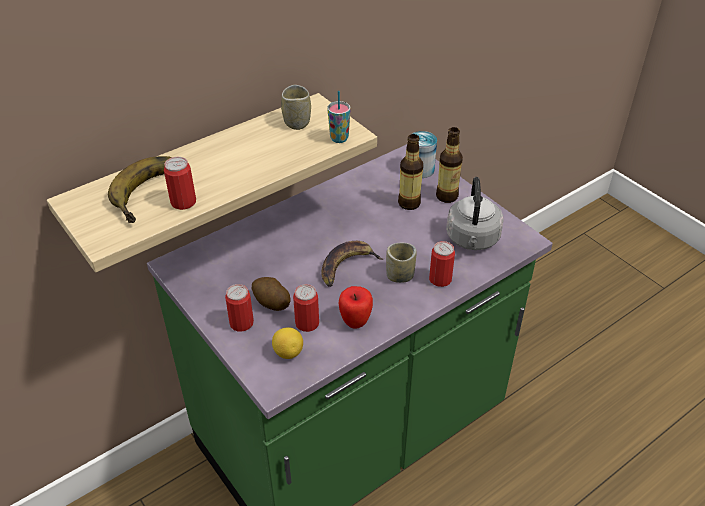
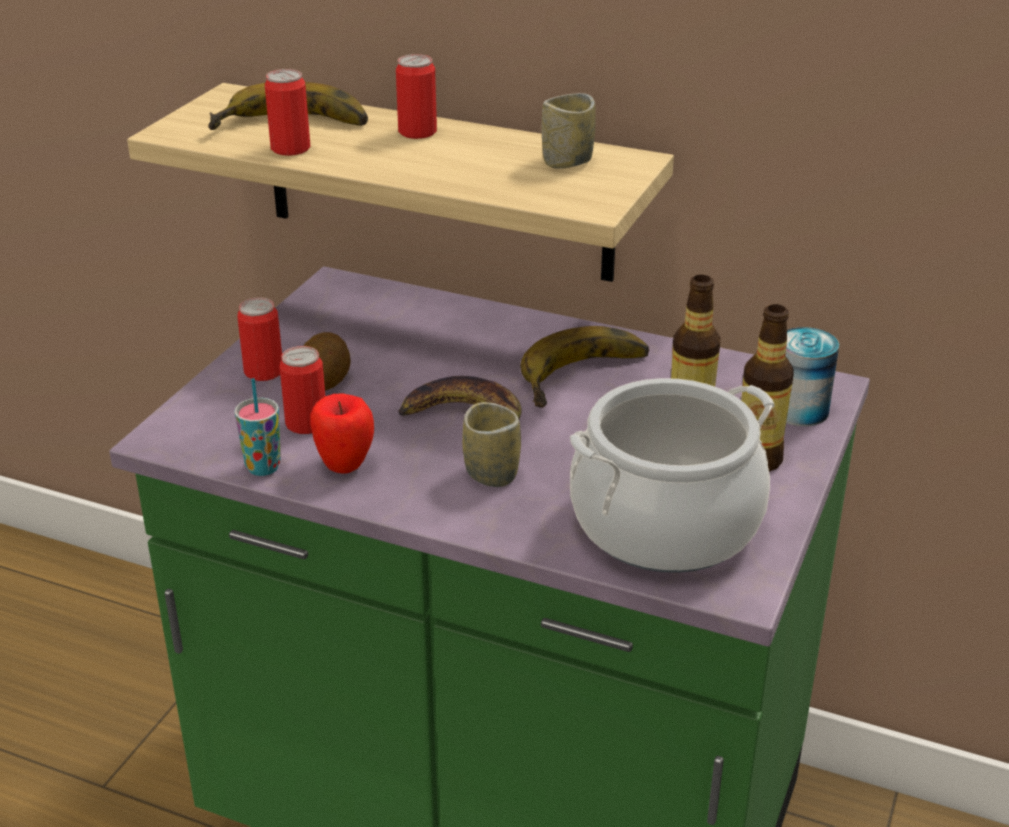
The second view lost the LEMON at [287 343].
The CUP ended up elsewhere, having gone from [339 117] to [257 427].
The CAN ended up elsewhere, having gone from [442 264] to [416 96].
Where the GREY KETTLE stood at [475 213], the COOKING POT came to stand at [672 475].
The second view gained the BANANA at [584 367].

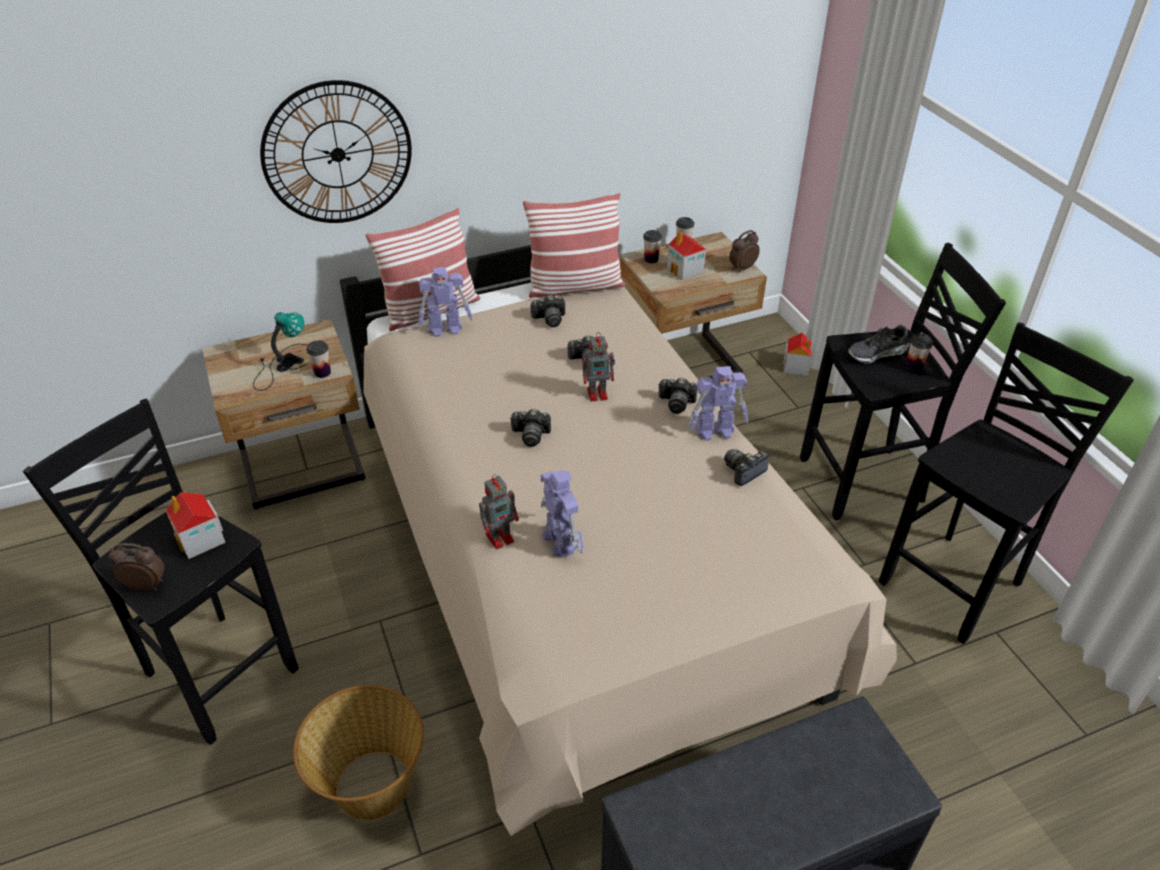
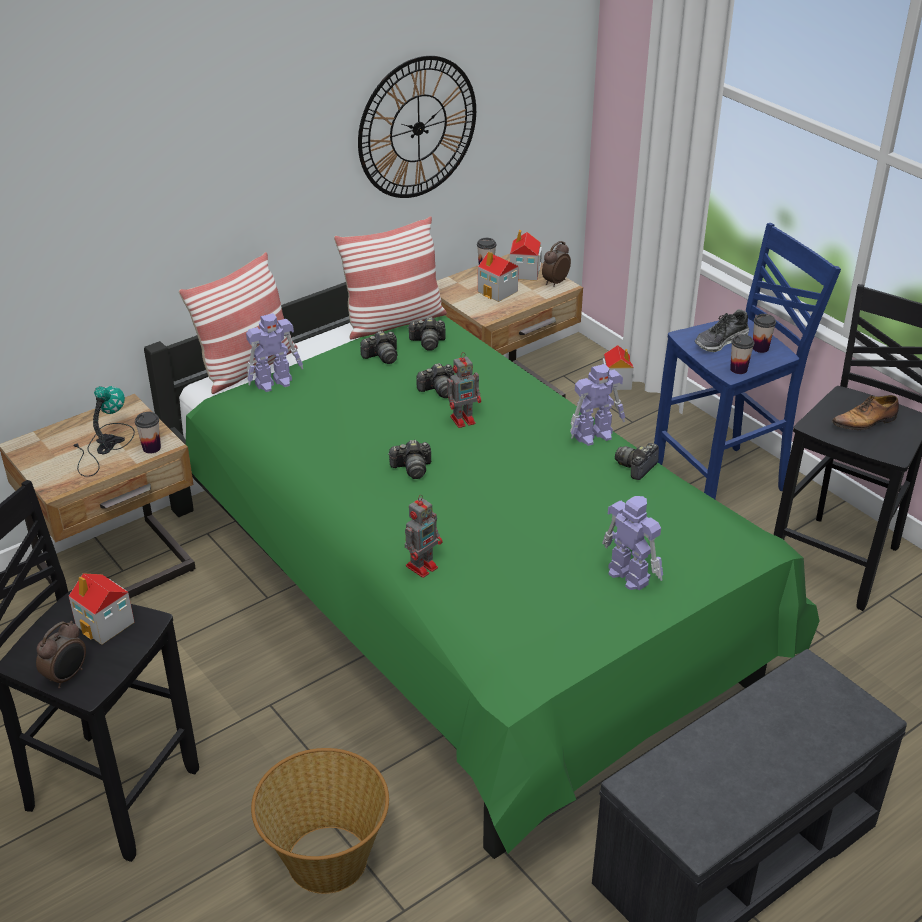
The ALARM CLOCK at [137 567] ended up facing another way, 135 degrees clockwise from before.
The WALL CLOCK ended up elsewhere, having gone from [336 151] to [417 127].
What was the BEIGE BED at [618 540] turned into the GREEN BED at [482 570].
The TOY ROBOT ended up elsewhere, having gone from [562 514] to [632 543].
The CUP ended up elsewhere, having gone from [652 246] to [742 354].
The PHOTO CAMERA ended up elsewhere, having gone from [677 395] to [426 334].
What was the BLACK STOOL at [903 381] turned into the BLUE STOOL at [747 361].
The second view gained the TOY HOUSE at [525 255].
The second view gained the SHOE at [865 412].

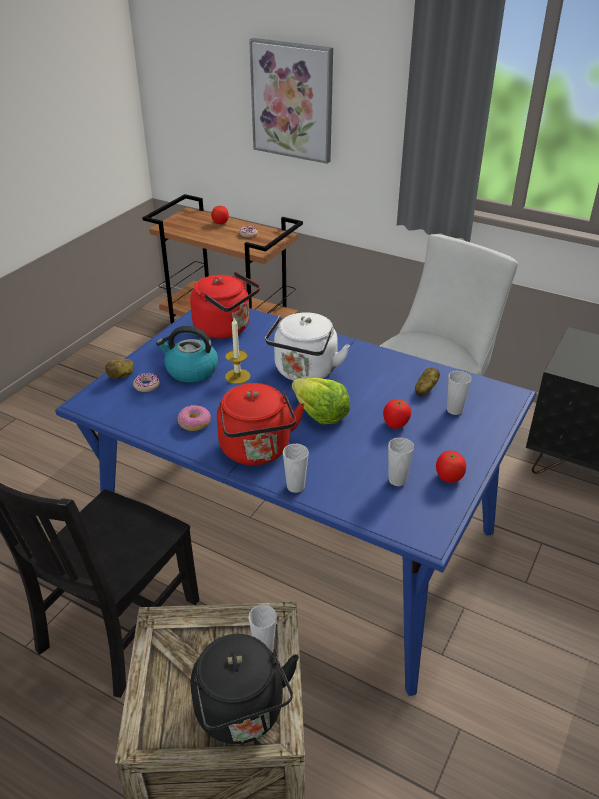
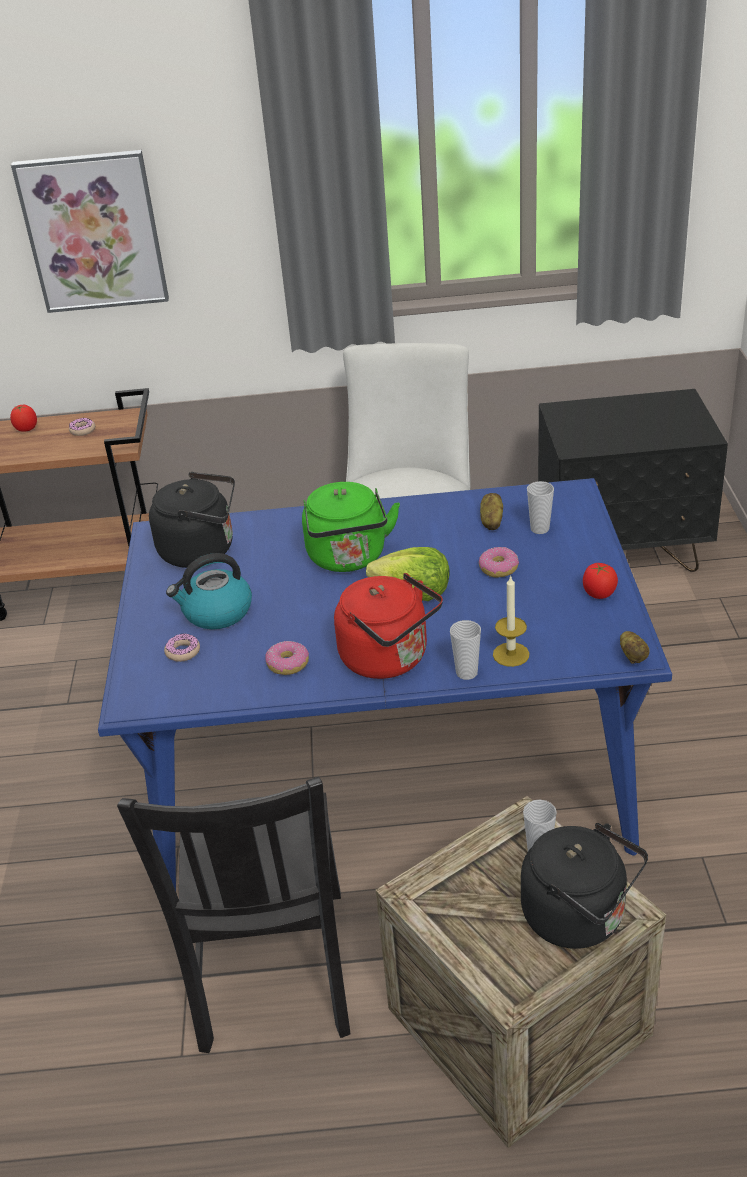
The POTATO ended up elsewhere, having gone from [119 369] to [635 647].
What was the RED KETTLE at [225 305] turned into the BLACK KETTLE at [192 520].
The CANDLE ended up elsewhere, having gone from [237 351] to [511 621].
What was the WHITE KETTLE at [307 346] turned into the GREEN KETTLE at [351 527].
Where the TOMATO stood at [397 414], the DONUT came to stand at [499 562].
The second view lost the CUP at [401 461].

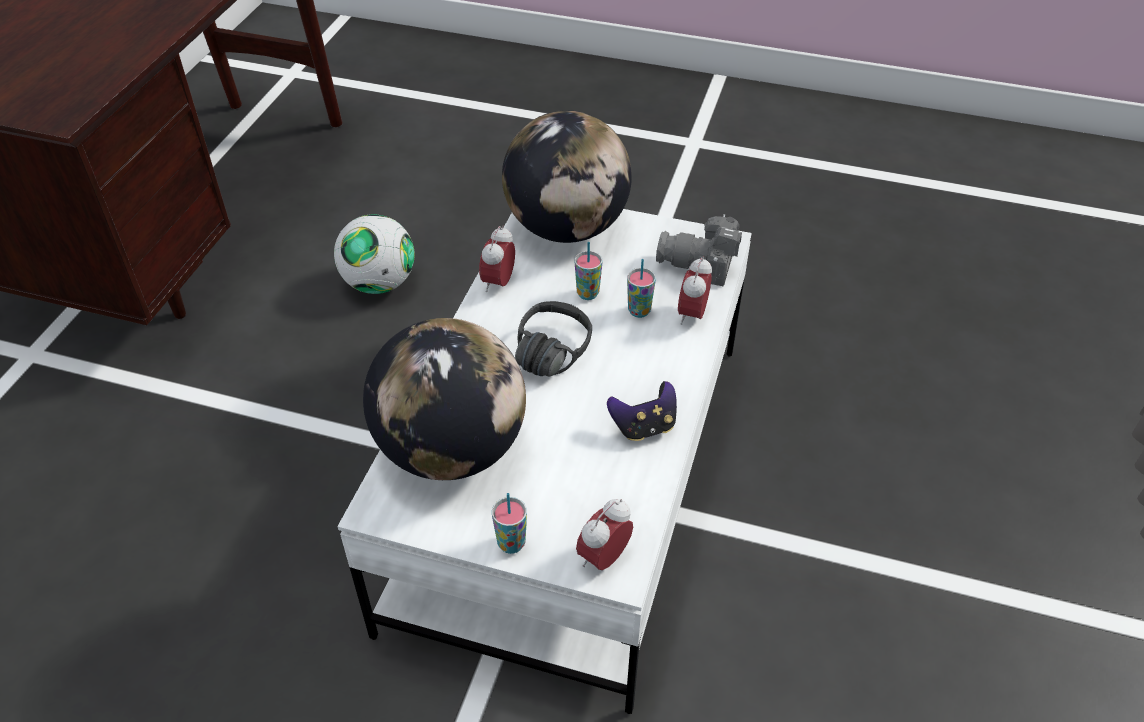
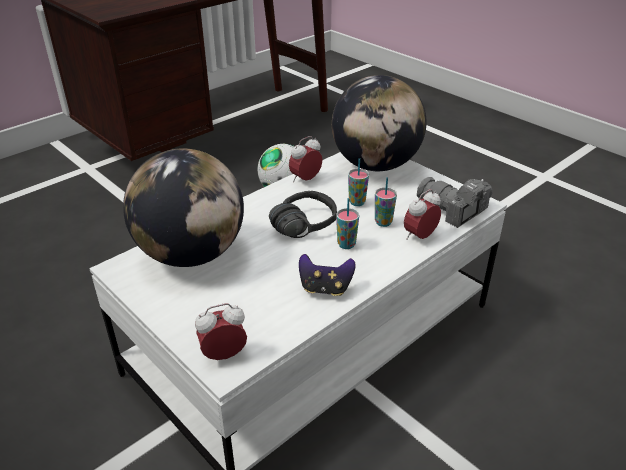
The CUP ended up elsewhere, having gone from [509 523] to [347 223].

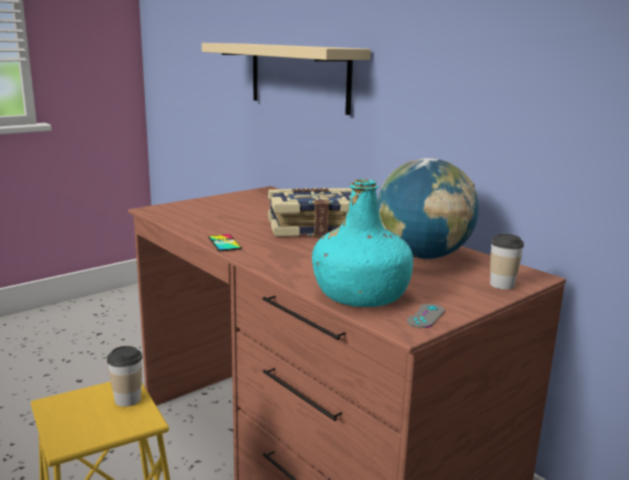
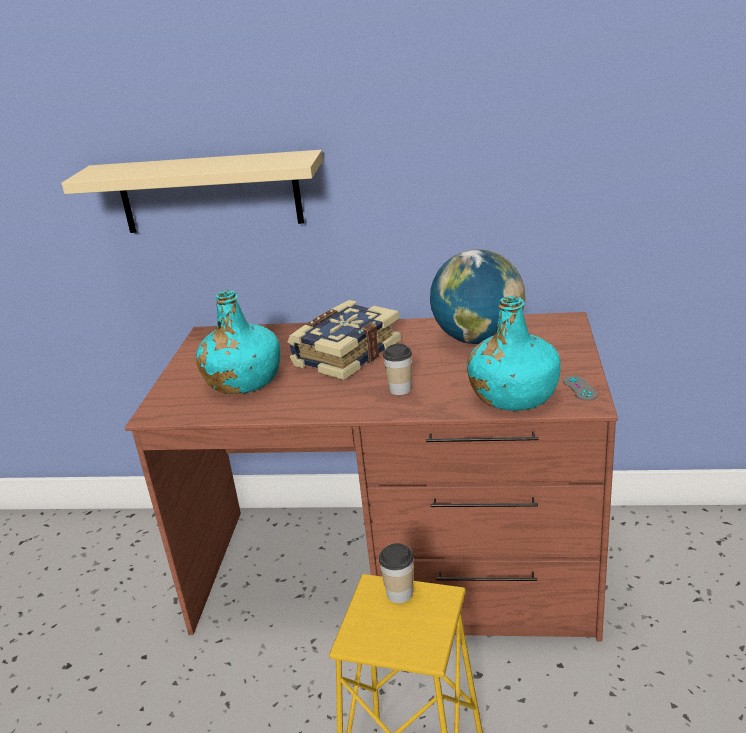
The second view lost the PHONE at [225 243].
The CUP ended up elsewhere, having gone from [507 261] to [397 369].
The second view gained the TURQUOISE BOTTLE at [238 342].

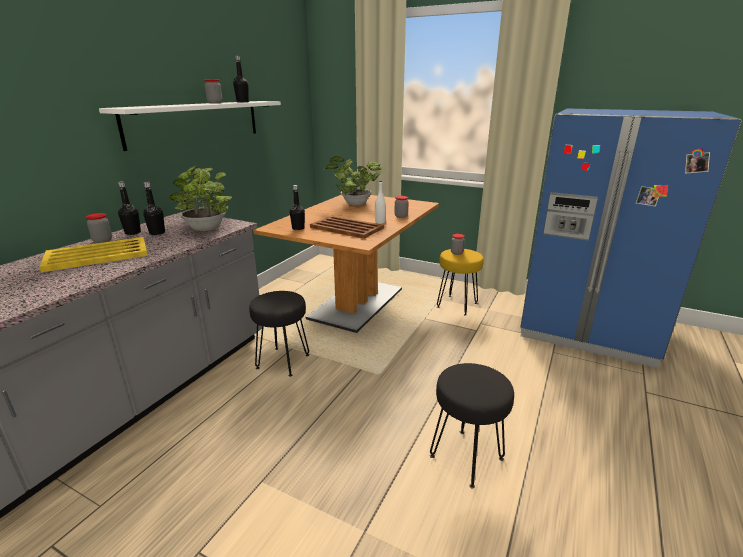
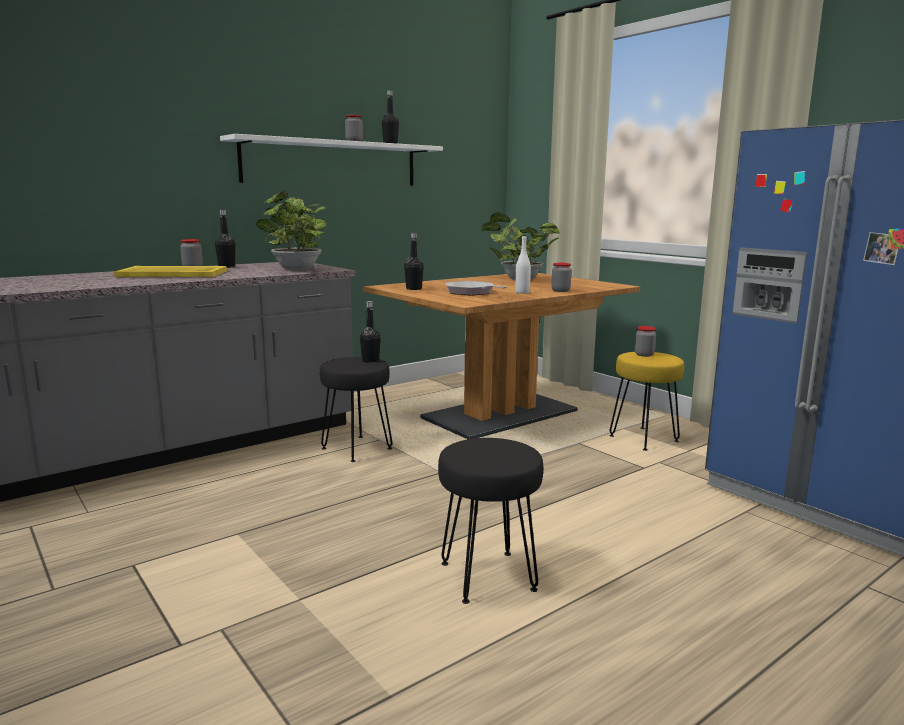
The BLACK BOTTLE ended up elsewhere, having gone from [154 208] to [370 332].
Where the BROWN TRAY stood at [347 227], the FRYING PAN came to stand at [476 288].

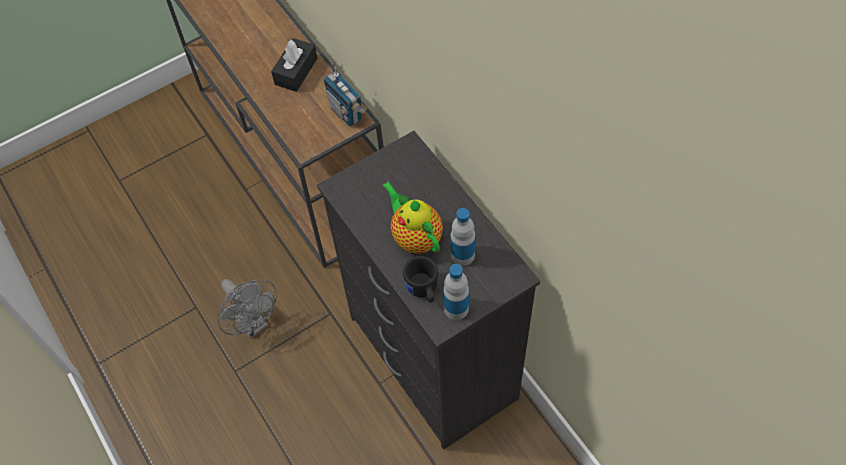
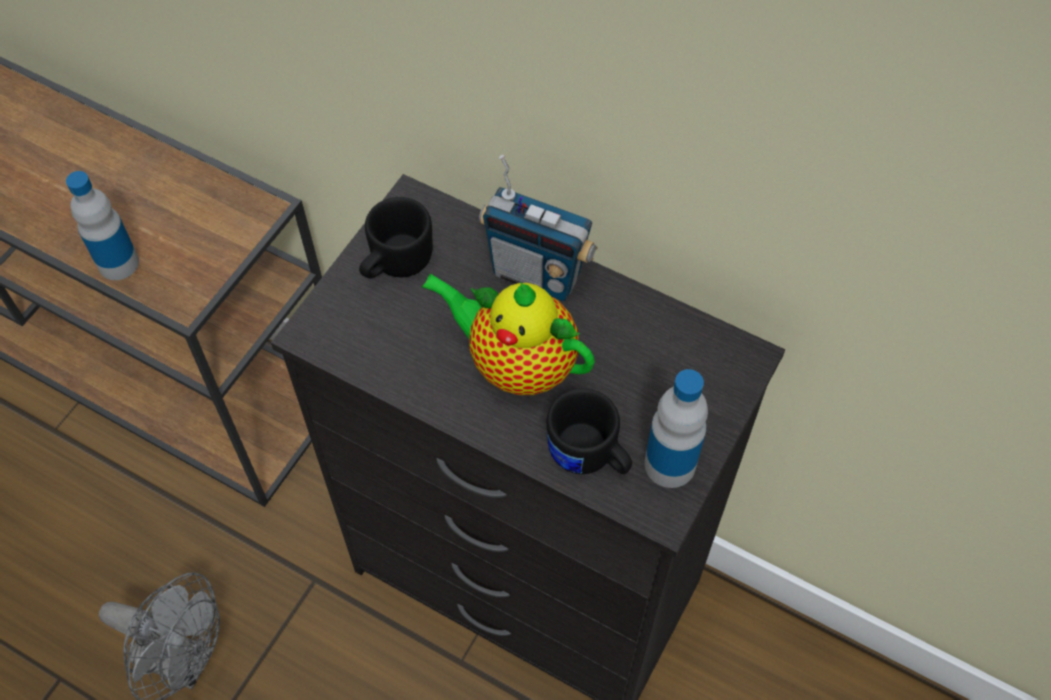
The second view lost the BLACK TISSUE BOX at [294 65].
The RADIO ended up elsewhere, having gone from [345 92] to [538 228].
The BOTTLE ended up elsewhere, having gone from [462 237] to [102 225].
The second view gained the BLACK MUG at [396 238].

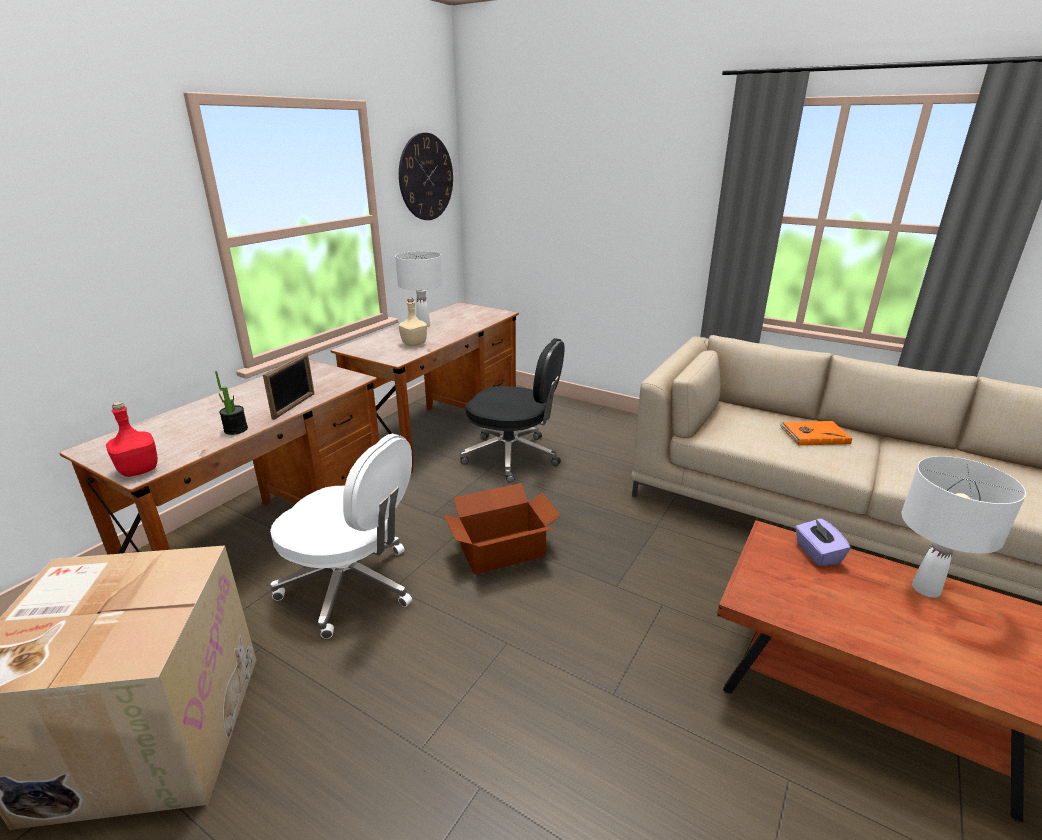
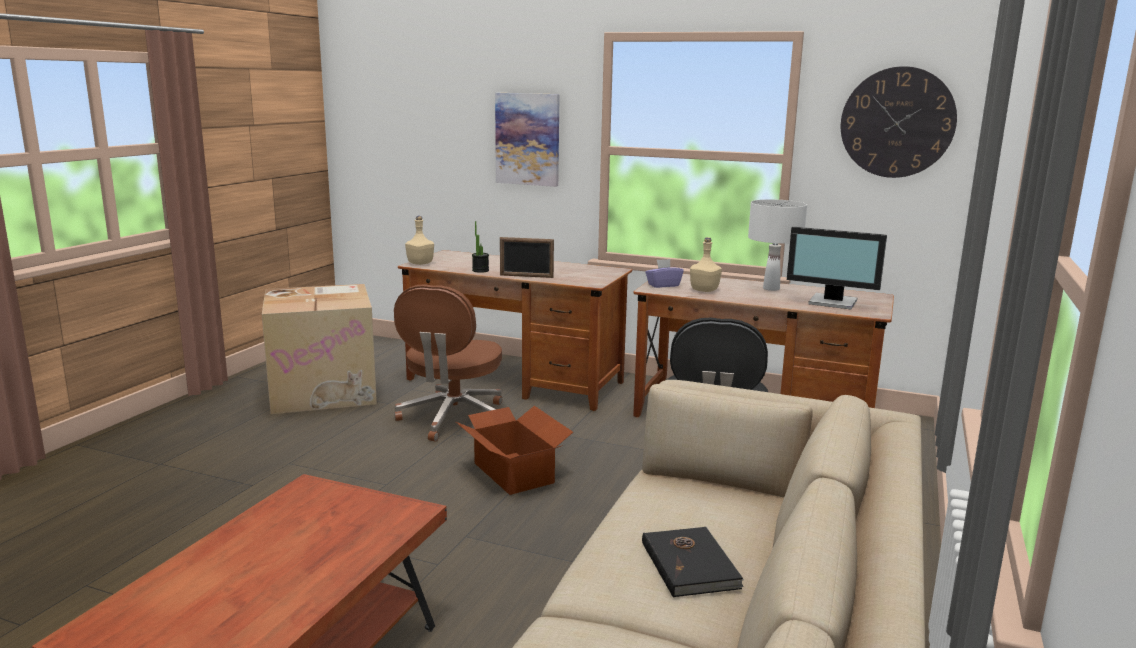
What was the RED BOTTLE at [132 439] turned into the BEIGE BOTTLE at [419 240].
What was the WHITE OFFICE CHAIR at [341 536] turned into the BROWN OFFICE CHAIR at [448 363].
What was the ORANGE BOOK at [816 433] turned into the BLACK BOOK at [693 562].
The PURPLE TISSUE BOX ended up elsewhere, having gone from [823 542] to [664 273].
The second view lost the WHITE TABLE LAMP at [964 527].
The second view gained the PICTURE at [527 140].
The second view gained the MONITOR at [837 268].

